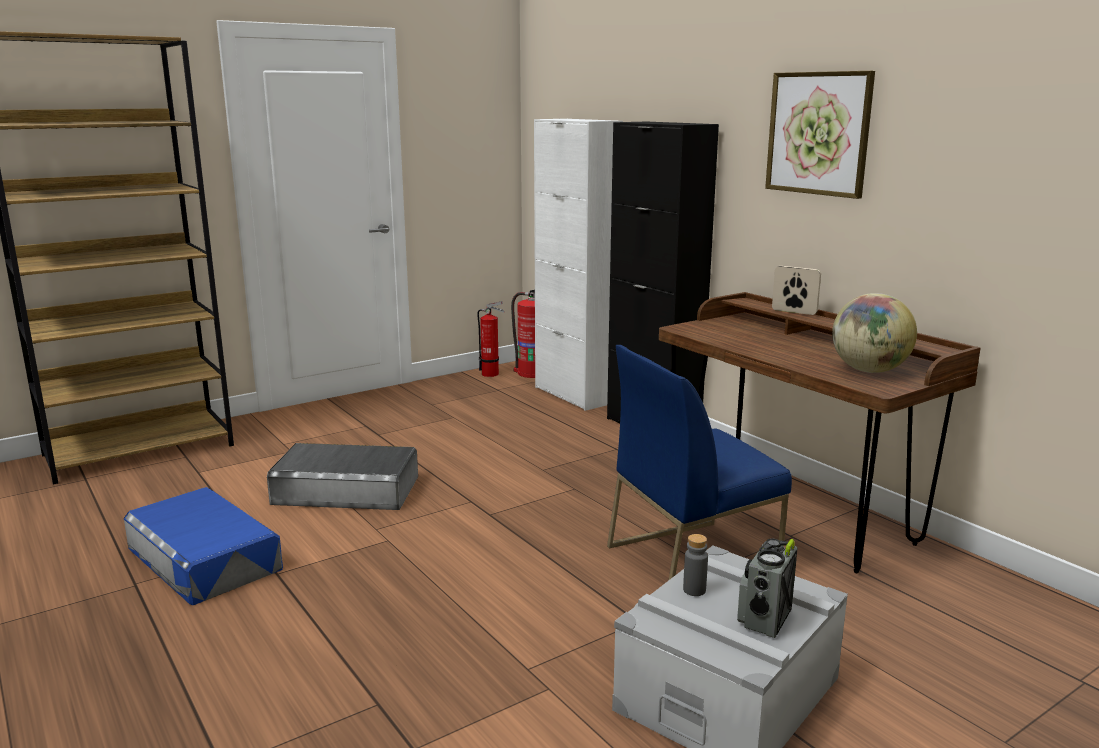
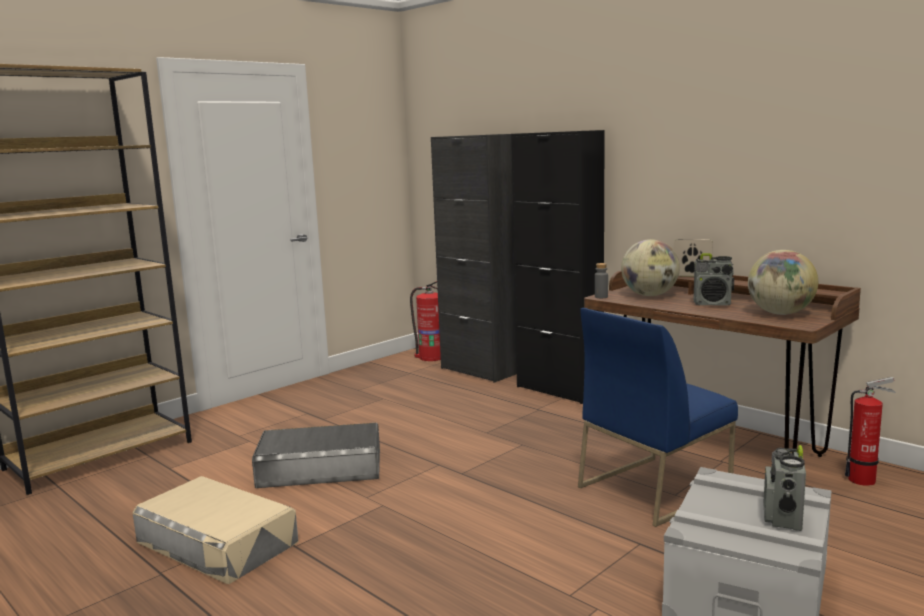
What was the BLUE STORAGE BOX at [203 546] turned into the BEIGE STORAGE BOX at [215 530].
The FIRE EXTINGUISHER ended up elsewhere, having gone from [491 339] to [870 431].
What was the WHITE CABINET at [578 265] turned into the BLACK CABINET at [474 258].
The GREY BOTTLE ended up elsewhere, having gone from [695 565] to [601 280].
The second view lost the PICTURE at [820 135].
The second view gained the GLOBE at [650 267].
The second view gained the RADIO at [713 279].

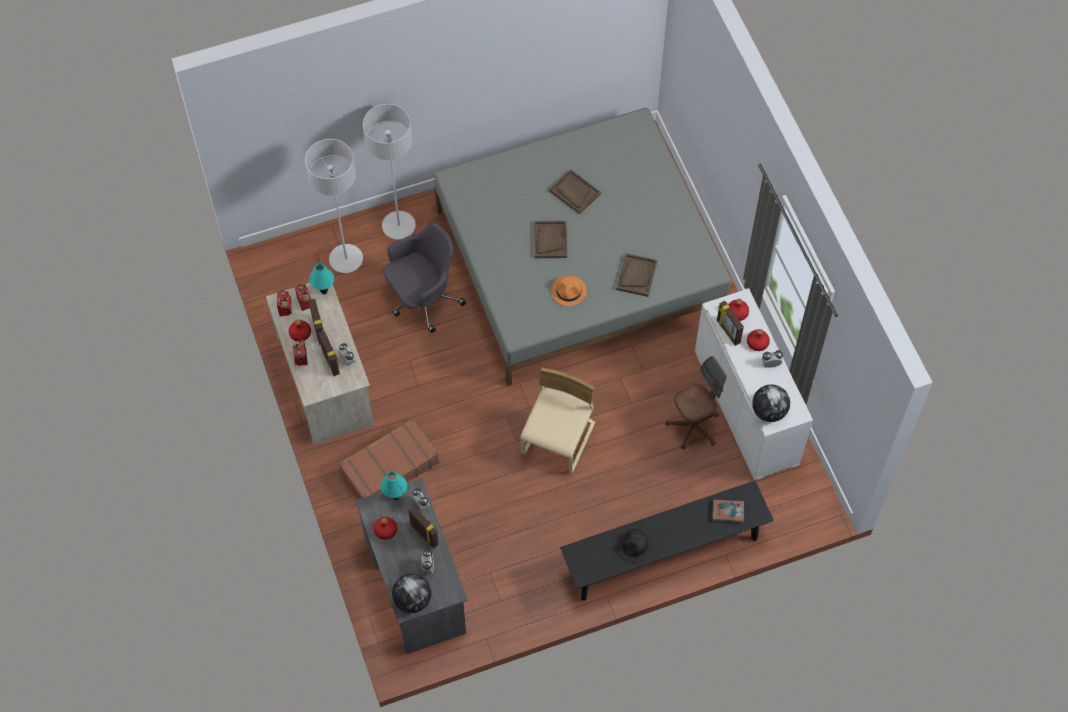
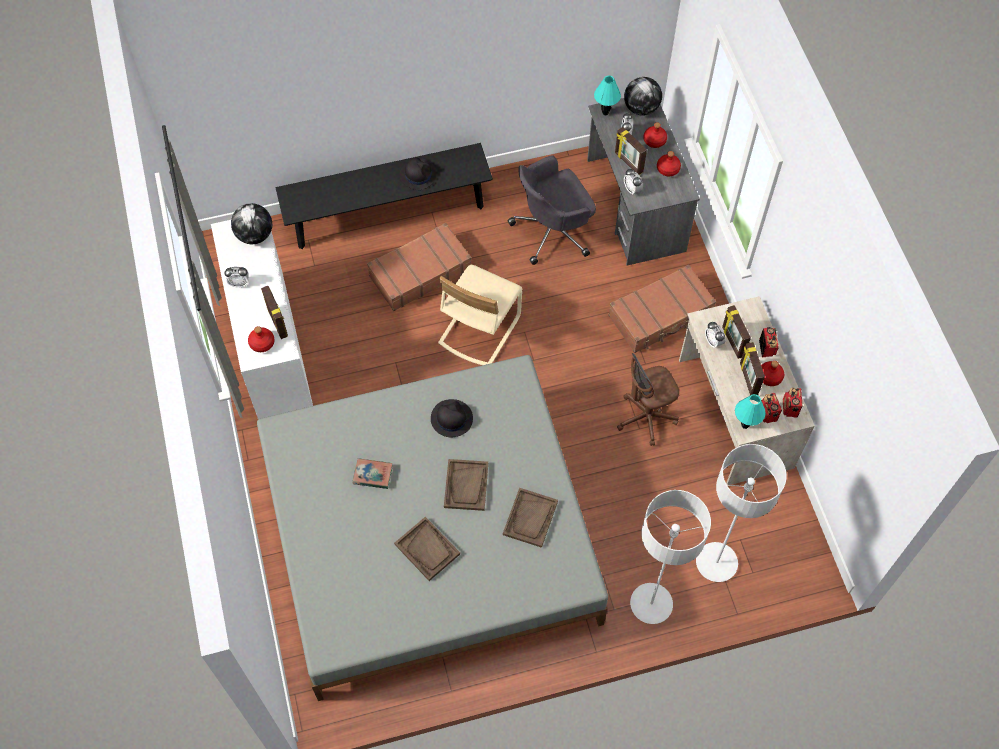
The TURQUOISE TABLE LAMP ended up elsewhere, having gone from [393 485] to [607 95].
The GREY OFFICE CHAIR ended up elsewhere, having gone from [424 278] to [552 210].
What was the ORANGE HAT at [569 290] turned into the BLACK HAT at [452 418].
The BROWN TRAY ended up elsewhere, having gone from [636 275] to [530 518].
The BROWN OFFICE CHAIR ended up elsewhere, having gone from [696 403] to [648 399].
The BOOK ended up elsewhere, having gone from [728 511] to [372 473].
The RED BOTTLE ended up elsewhere, having gone from [758 340] to [655 135].
The second view gained the BROWN SUITCASE at [419 267].

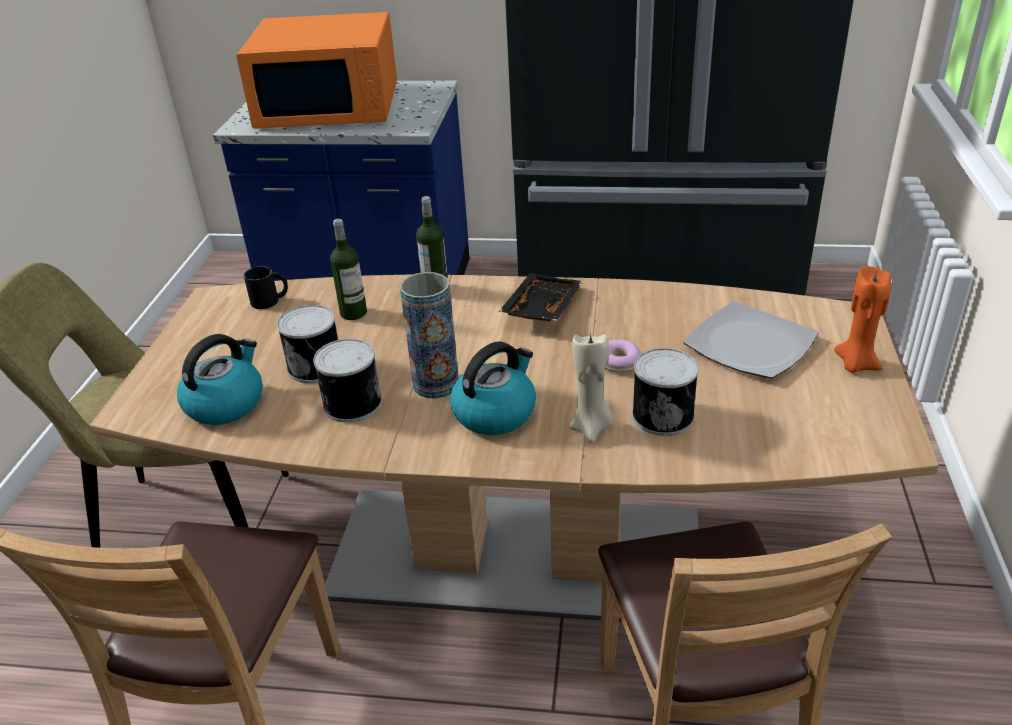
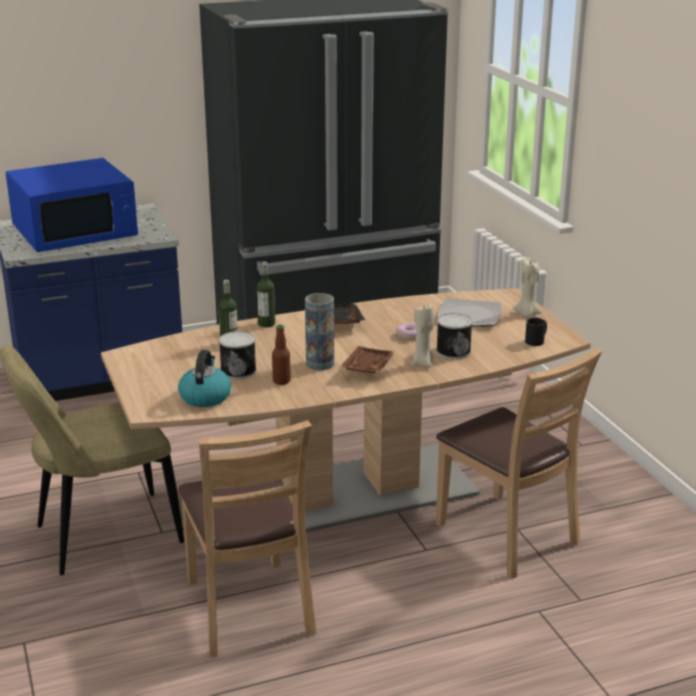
What was the ORANGE MICROWAVE at [316 70] turned into the BLUE MICROWAVE at [72 205].
The BLACK MUG ended up elsewhere, having gone from [266 287] to [536 332].
Where the CAN stood at [347 381], the BOTTLE came to stand at [281 355].
Where the KETTLE stood at [493 388], the BROWN TRAY came to stand at [367 359].
What was the ORANGE CANDLE at [862 319] turned into the BEIGE CANDLE at [527 287].

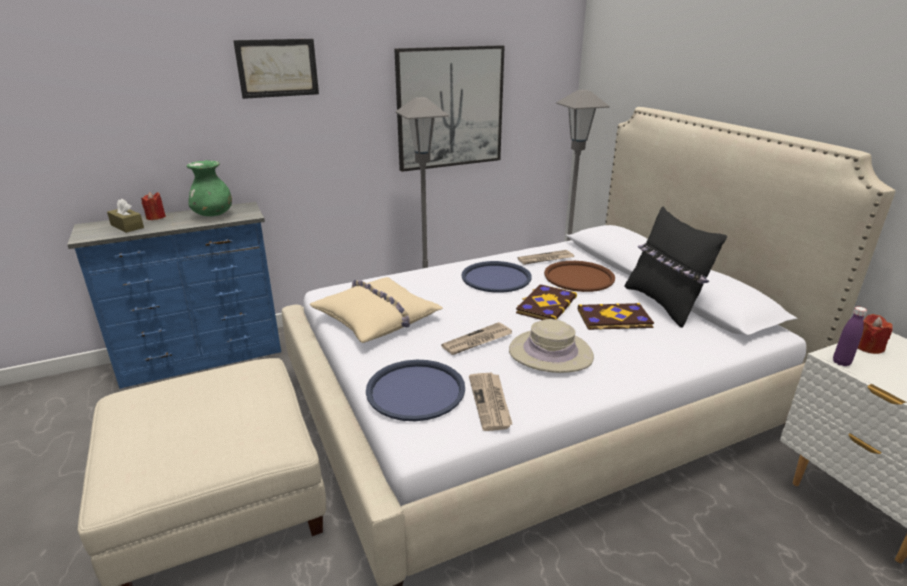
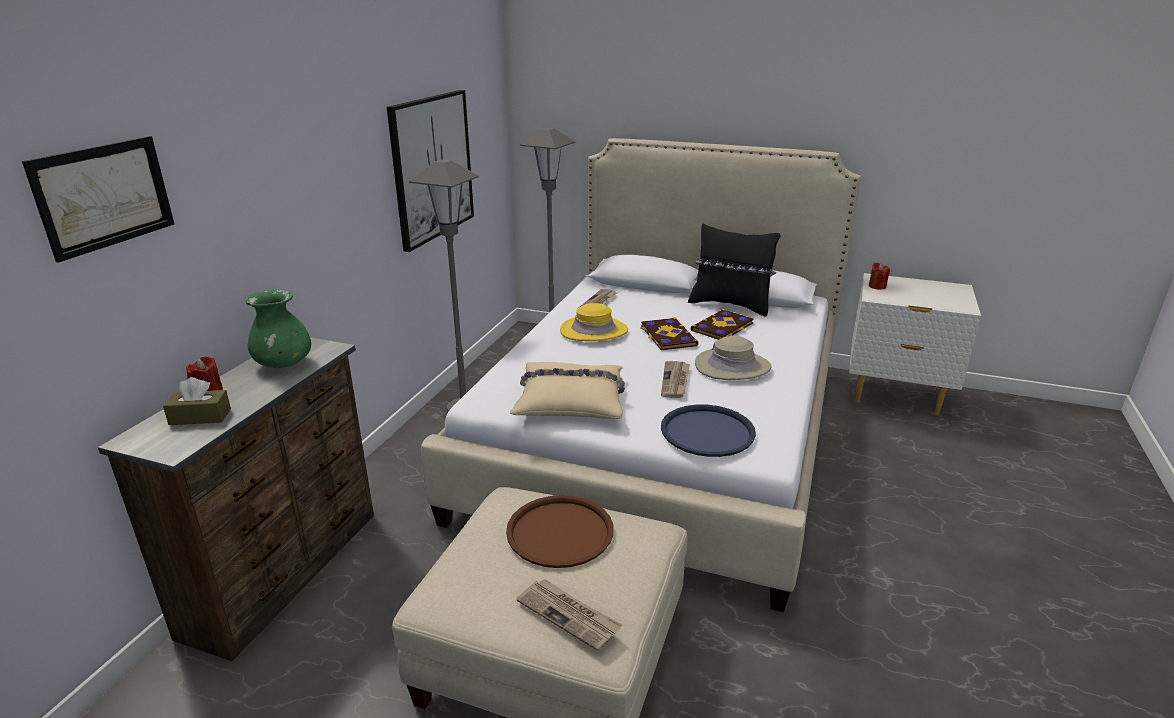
What was the BLUE DRESSER at [174 295] turned into the BROWN DRESSER at [236 499].
The PICTURE ended up elsewhere, having gone from [276 69] to [98 199].
Where the BLUE TRAY stood at [496 277], the YELLOW HAT came to stand at [594 322].
The NEWSPAPER ended up elsewhere, having gone from [490 402] to [569 615].
The BROWN TRAY ended up elsewhere, having gone from [579 276] to [560 531].
The second view lost the PURPLE BOTTLE at [850 336].

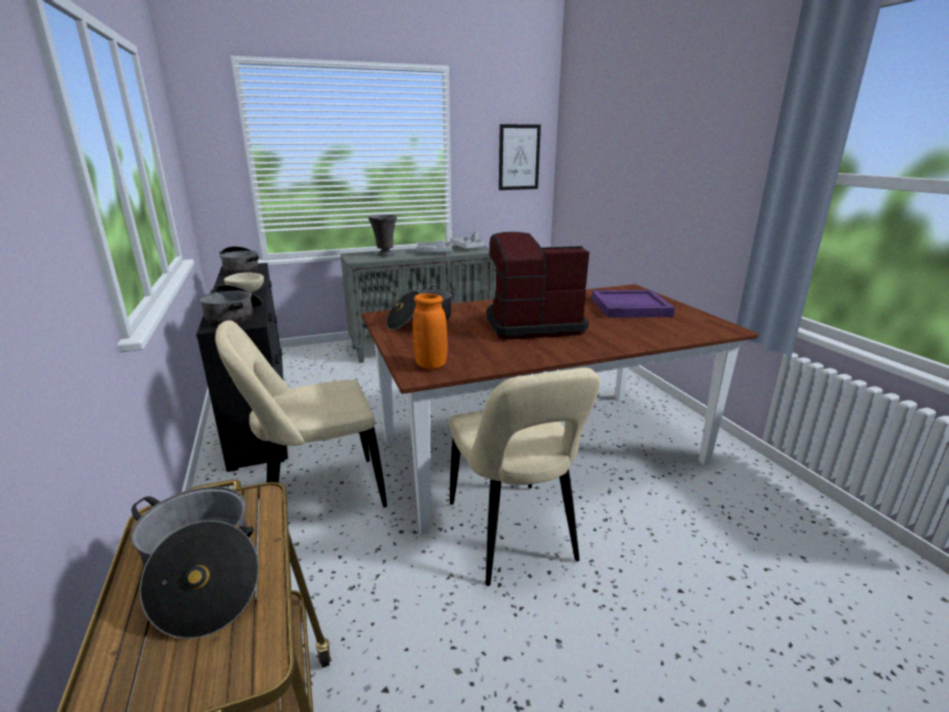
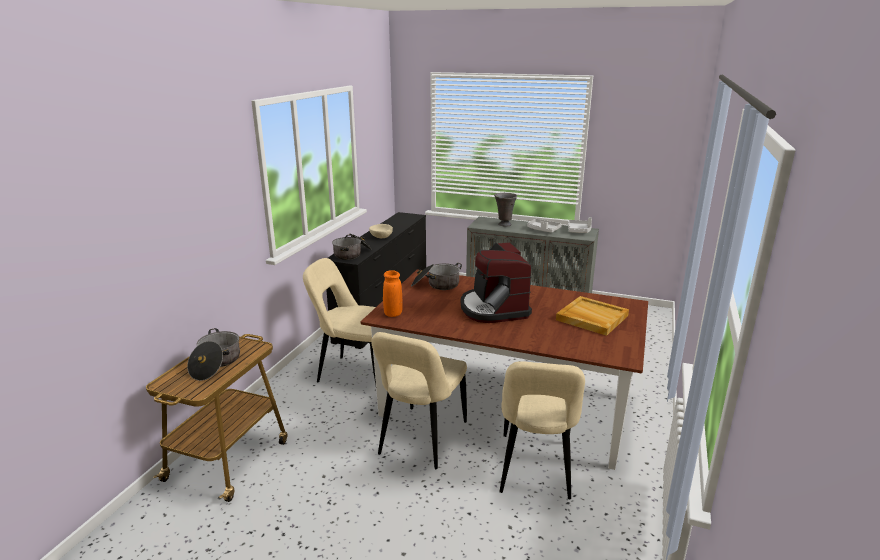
The second view lost the COOKING POT at [239 260].
The COFFEE MACHINE at [537 286] ended up facing another way, 135 degrees counterclockwise from before.
The second view lost the PICTURE at [520 157].
What was the PURPLE TRAY at [633 304] turned into the BEIGE TRAY at [592 316].
The second view gained the BEIGE CHAIR at [542 430].

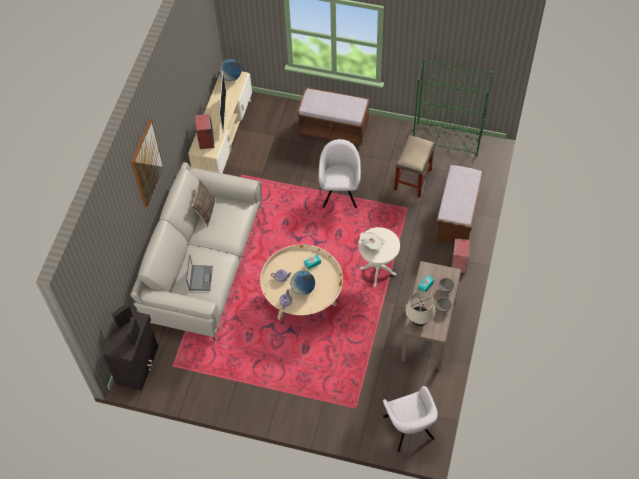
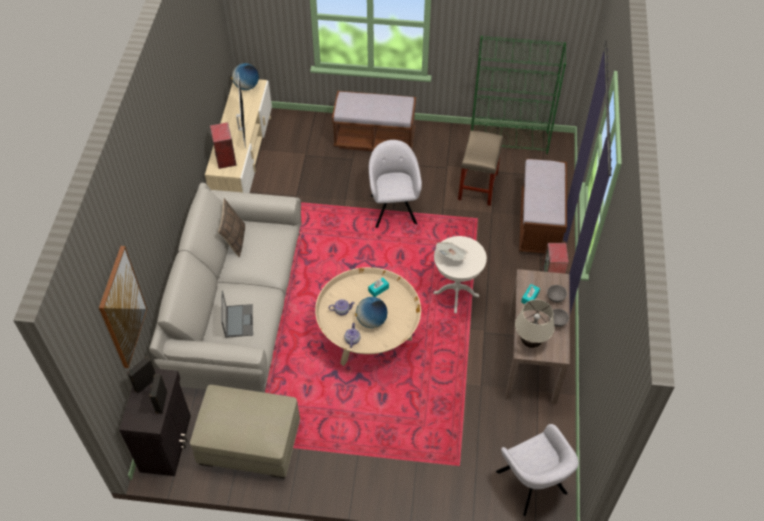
The PICTURE ended up elsewhere, having gone from [147 163] to [123 307].
The second view gained the BEIGE OTTOMAN at [245 431].

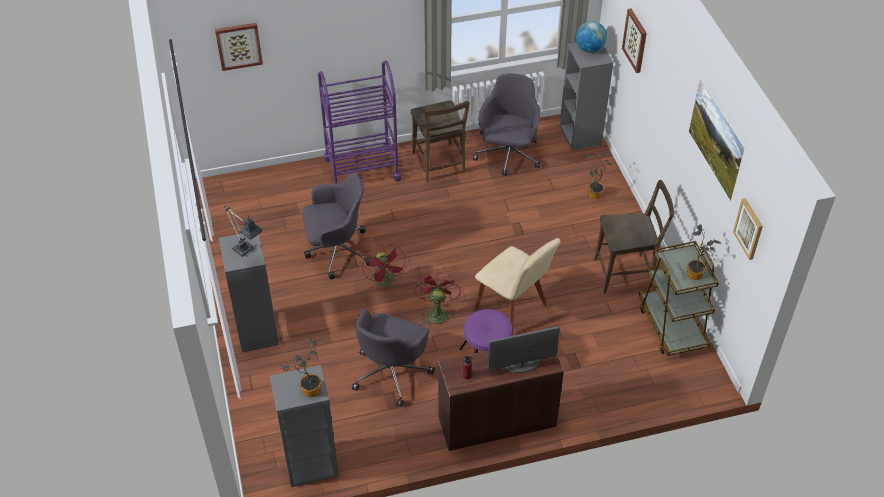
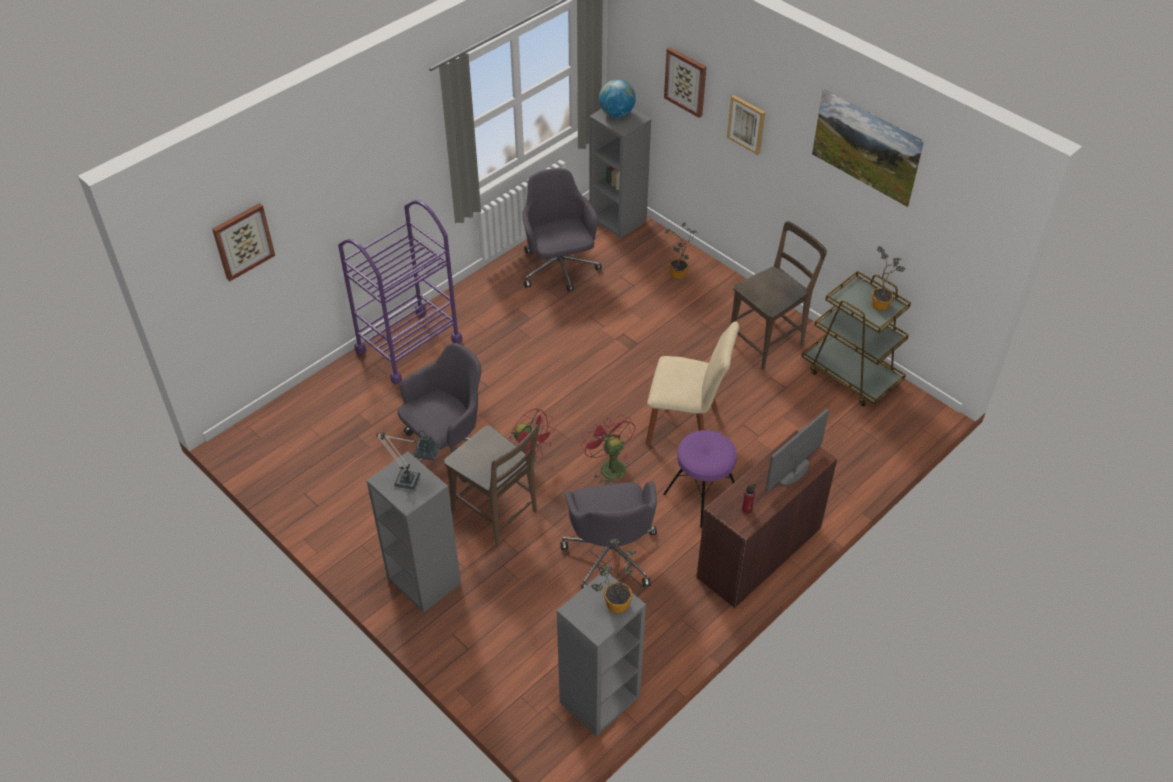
The BROWN CHAIR ended up elsewhere, having gone from [440 141] to [492 485].
The PICTURE ended up elsewhere, having gone from [748 229] to [746 125].

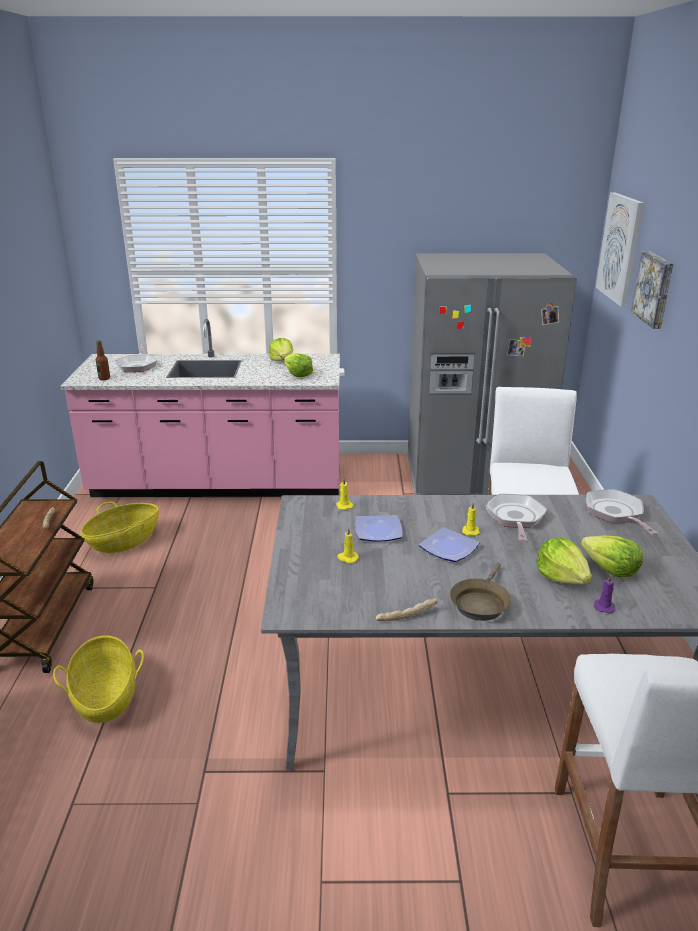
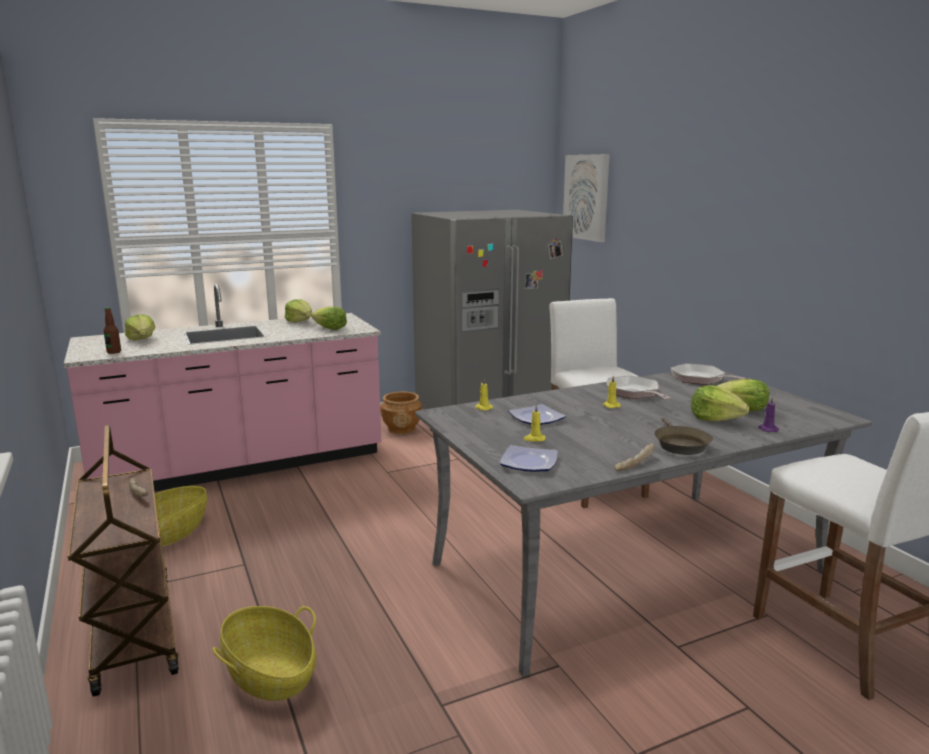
Where the FRYING PAN stood at [136 358], the LETTUCE came to stand at [140 328].
The PLATE ended up elsewhere, having gone from [449 544] to [529 458].
The second view lost the PICTURE at [652 290].
The second view gained the BROWN PLANTER at [401 413].

